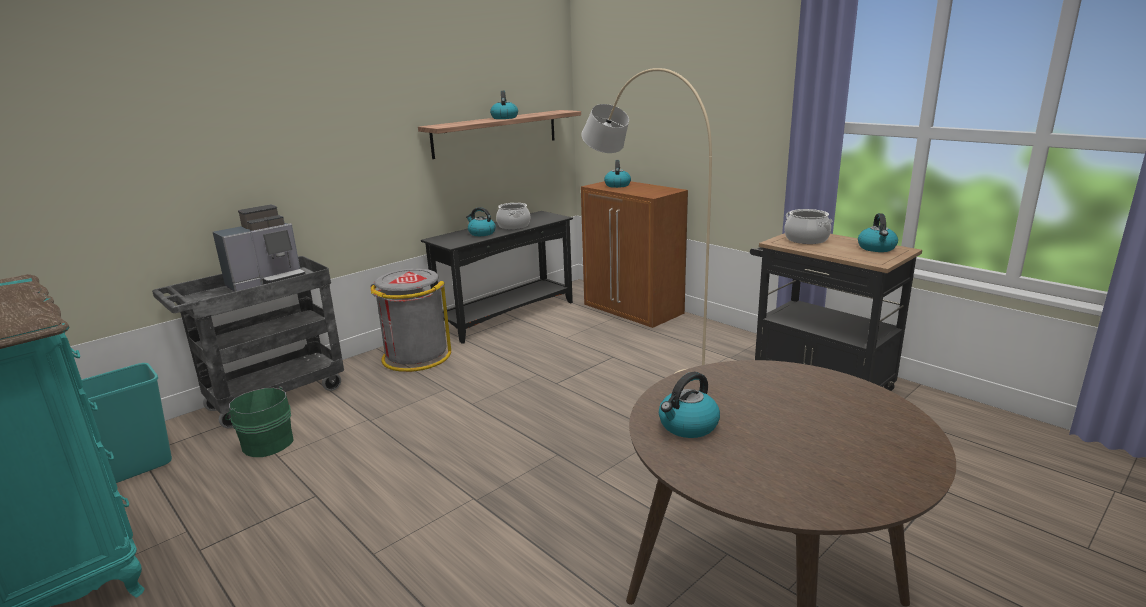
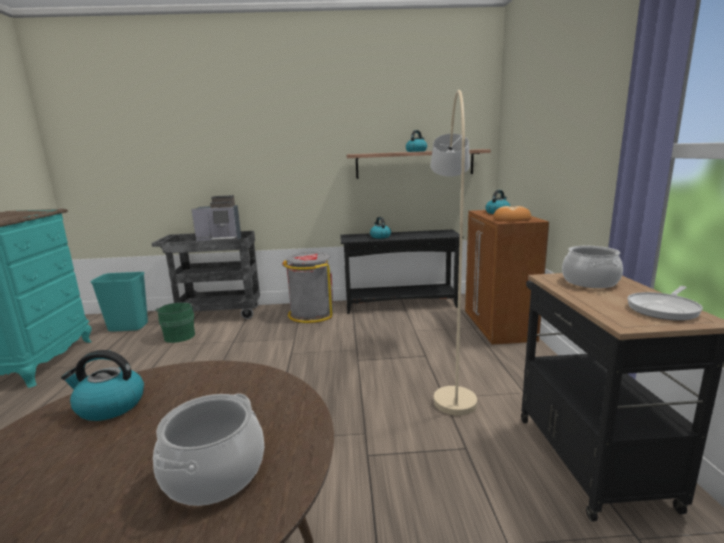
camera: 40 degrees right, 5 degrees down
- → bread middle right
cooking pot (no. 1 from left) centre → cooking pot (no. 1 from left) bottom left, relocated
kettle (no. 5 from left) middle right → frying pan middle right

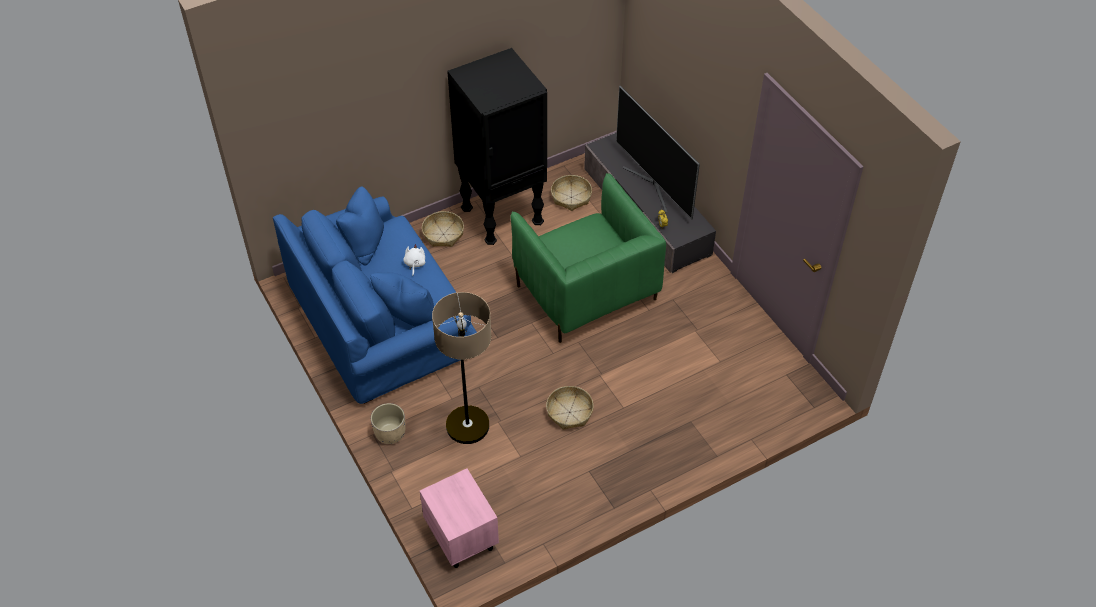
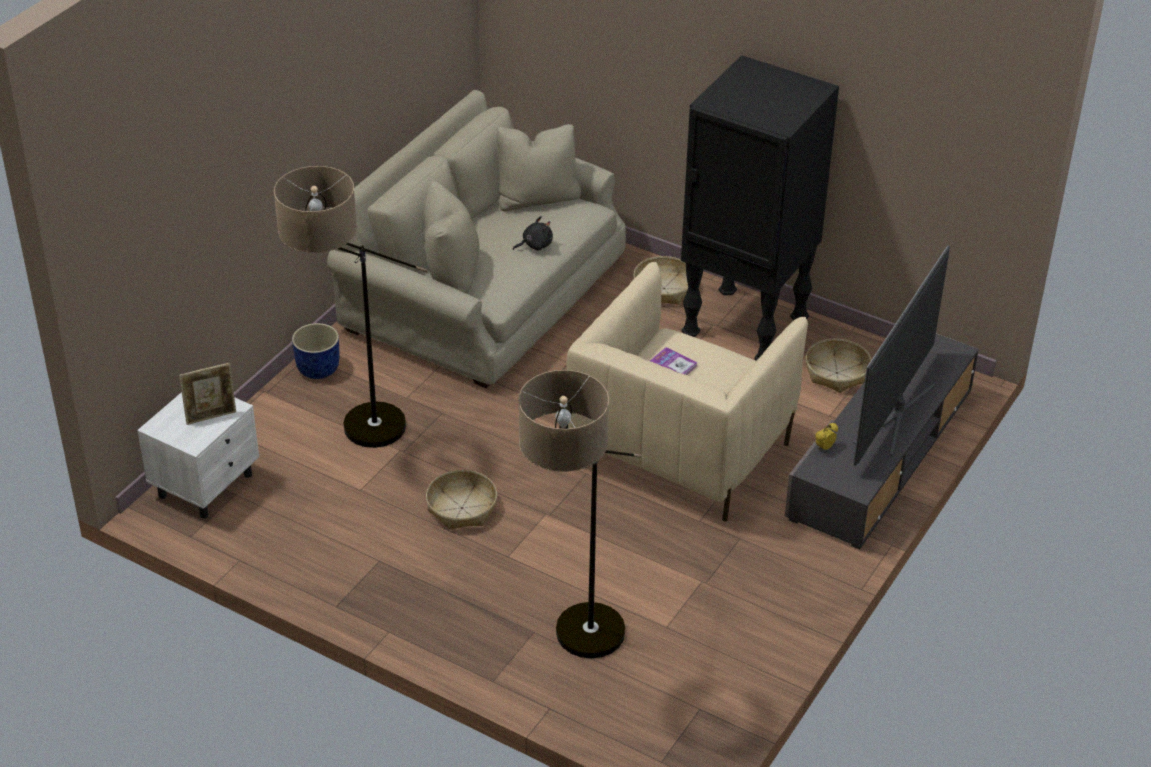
camera: 60 degrees right, 10 degrees down
- → picture frame middle left
- → floor lamp (no. 2 from left) bottom centre
- → book centre
blue sofa centre → beige sofa top centre
beige planter bottom centre → blue planter middle left
white plush toy centre → black plush toy top centre
pink nightstand bottom centre → white nightstand middle left
green armchair centre → beige armchair centre

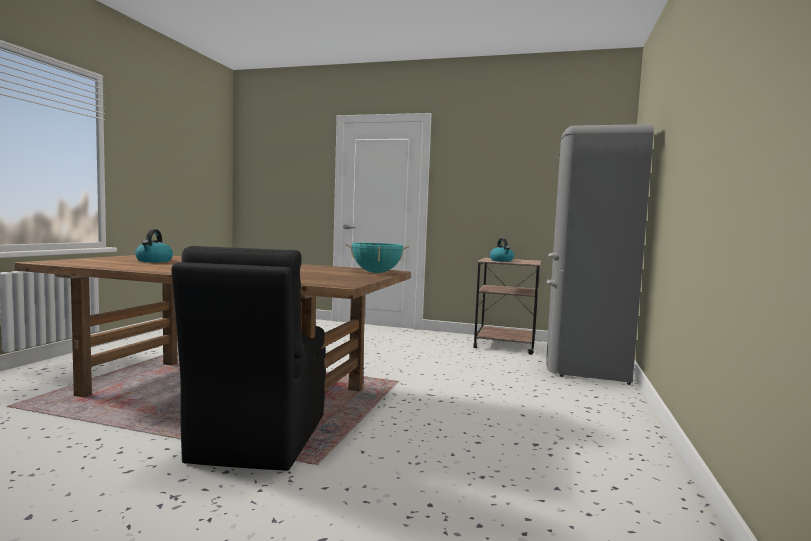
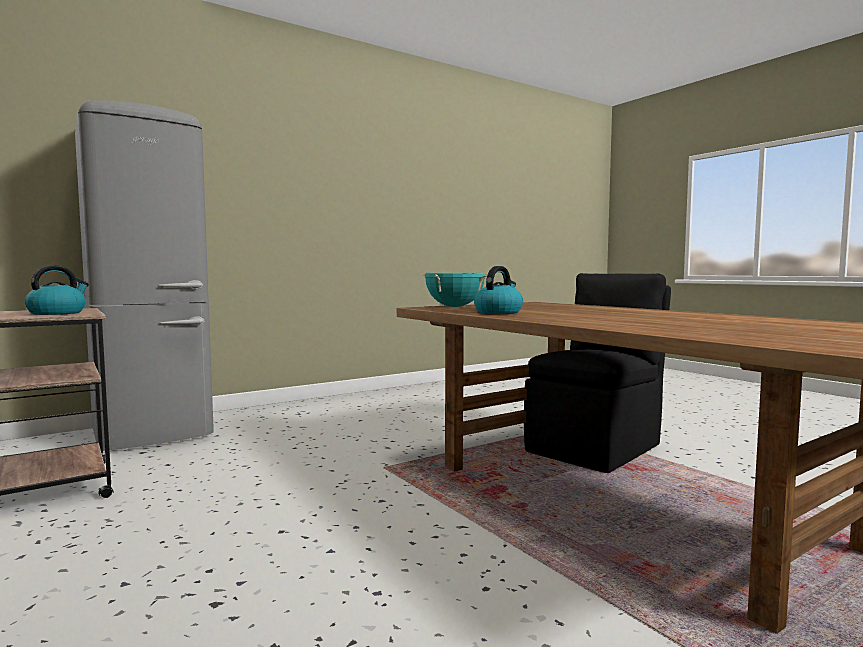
camera: 140 degrees left, 0 degrees up
kettle (no. 1 from left in the first image) middle left → kettle (no. 2 from left) centre, relocated

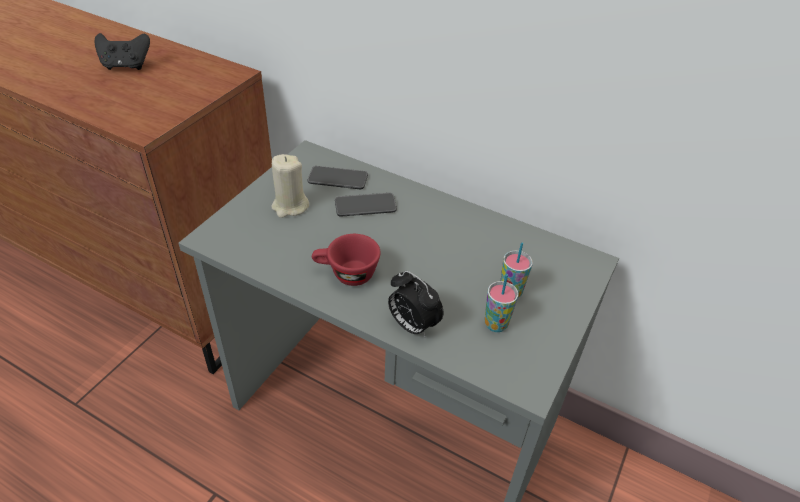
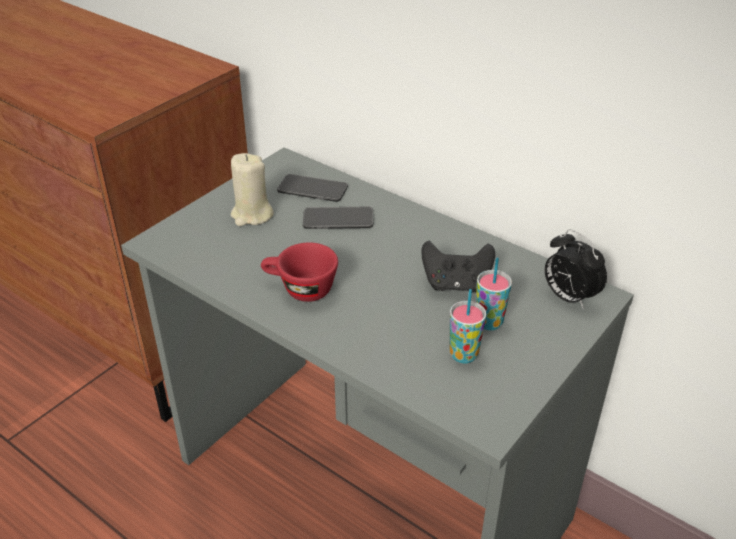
camera: 10 degrees right, 5 degrees down
black game controller top left → black game controller centre, relocated
alarm clock centre → alarm clock middle right, relocated

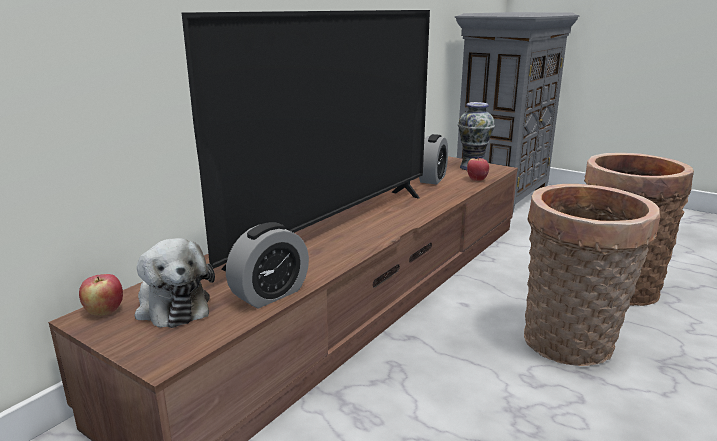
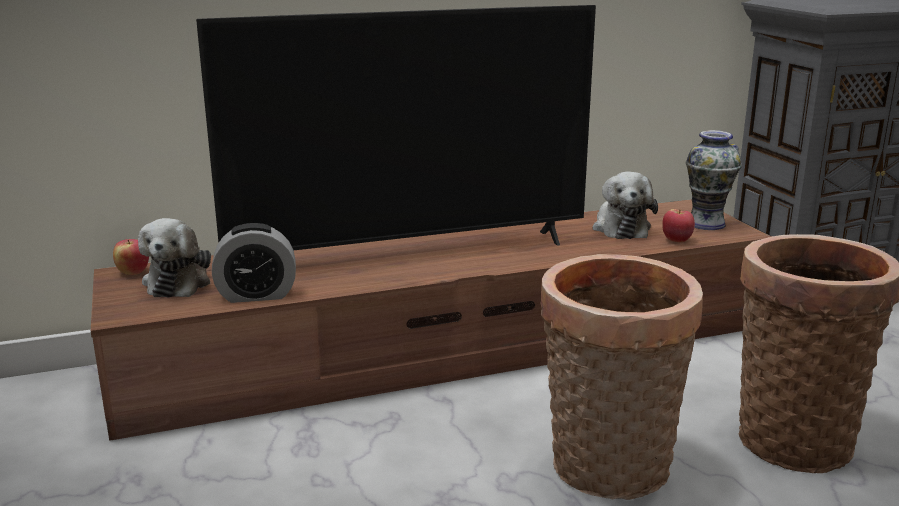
camera: 35 degrees right, 0 degrees up
alarm clock (no. 2 from left) centre → plush toy (no. 2 from left) middle right

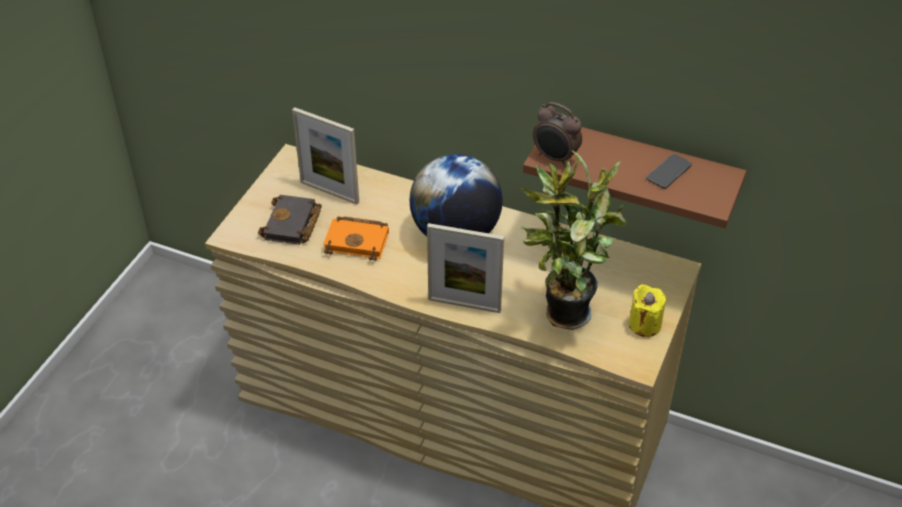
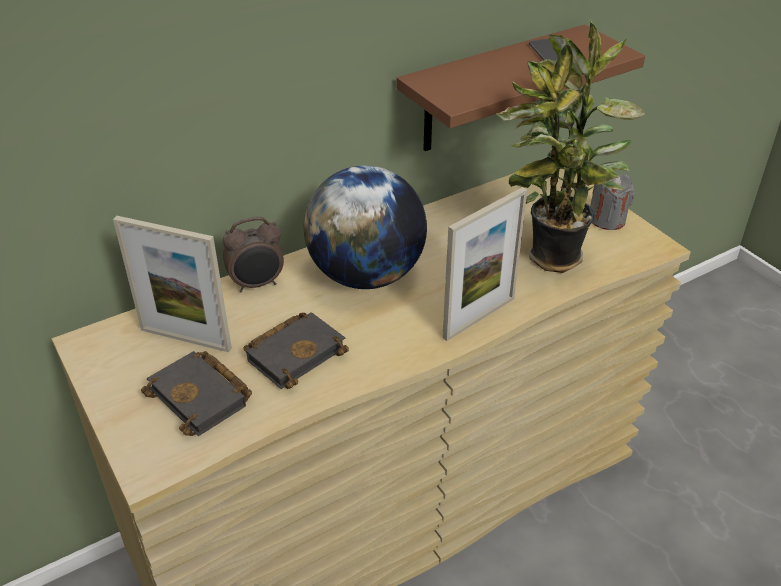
camera: 55 degrees left, 5 degrees down
alarm clock top centre → alarm clock middle left, relocated
orange book centre → black book (no. 2 from left) centre
yellow candle middle right → grey candle middle right
picture frame (no. 1 from left) top centre → picture frame (no. 1 from left) middle left, 45 degrees clockwise

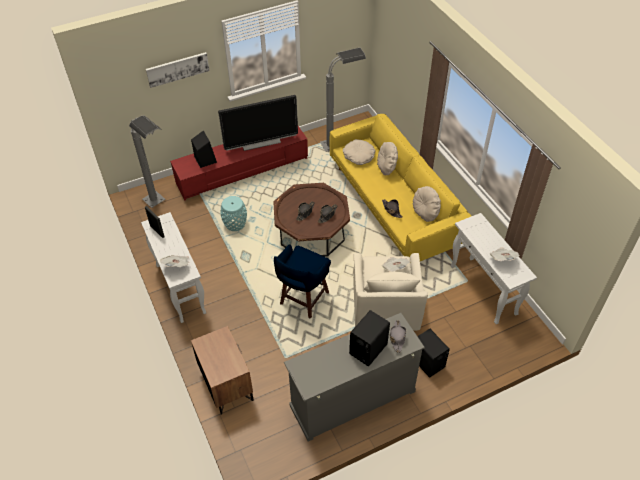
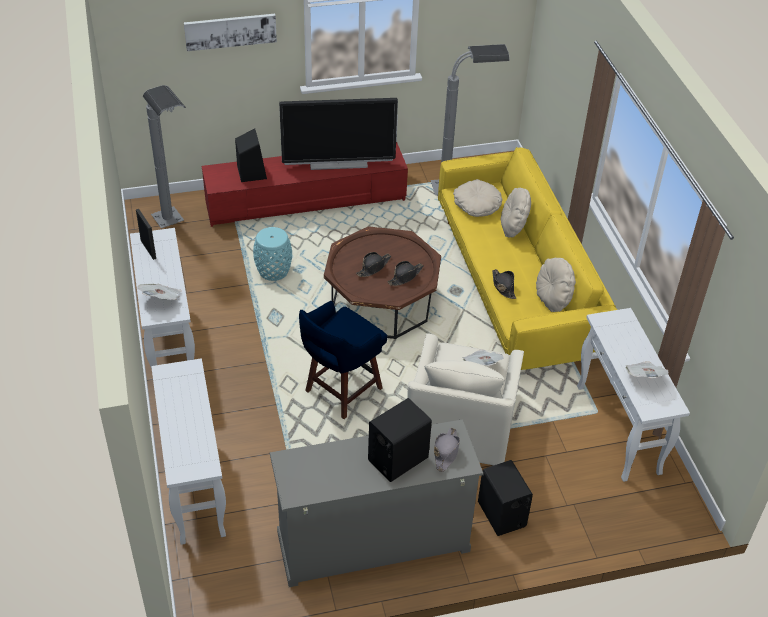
camera: 10 degrees right, 5 degrees down
brown nightstand bottom centre → white console table (no. 2 from left) bottom left

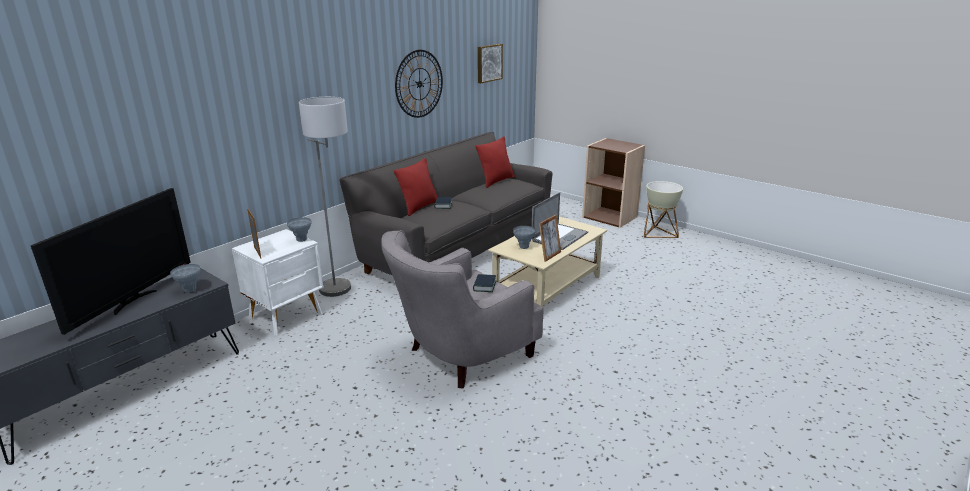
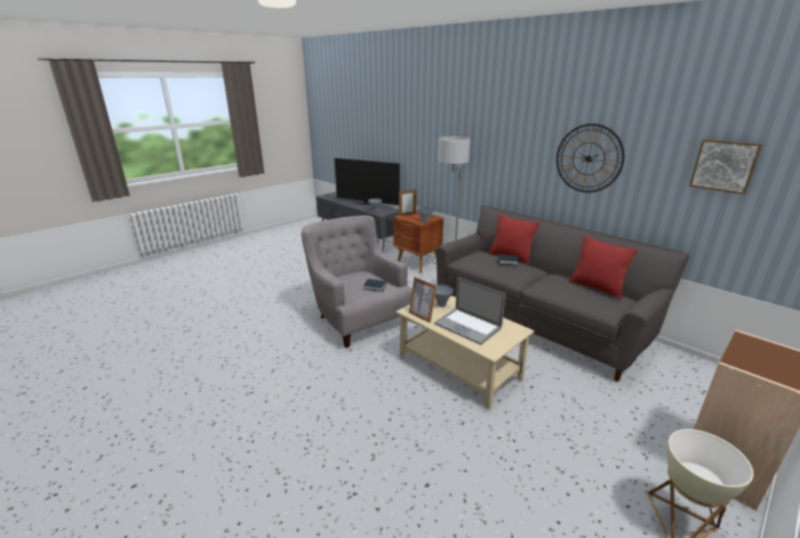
camera: 95 degrees right, 0 degrees up
white nightstand middle left → brown nightstand centre

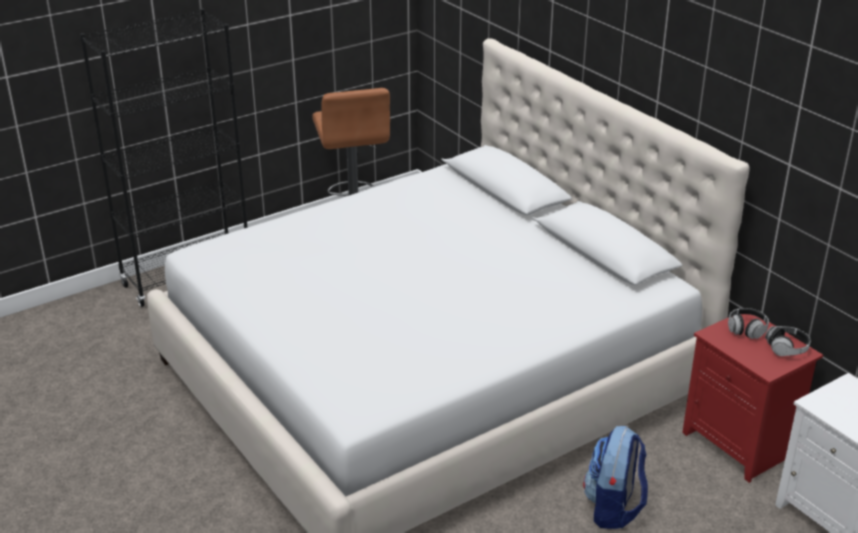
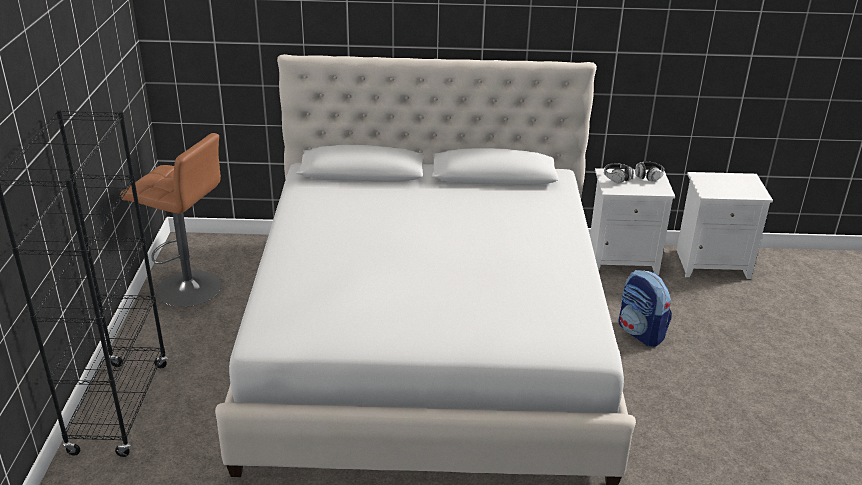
camera: 55 degrees left, 0 degrees up
red nightstand bottom right → white nightstand (no. 1 from left) middle right

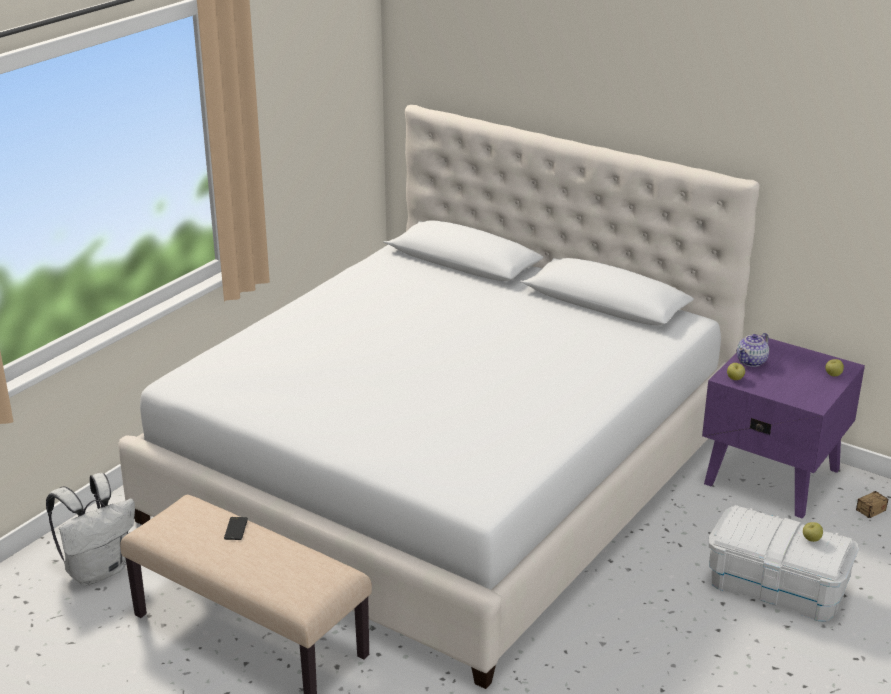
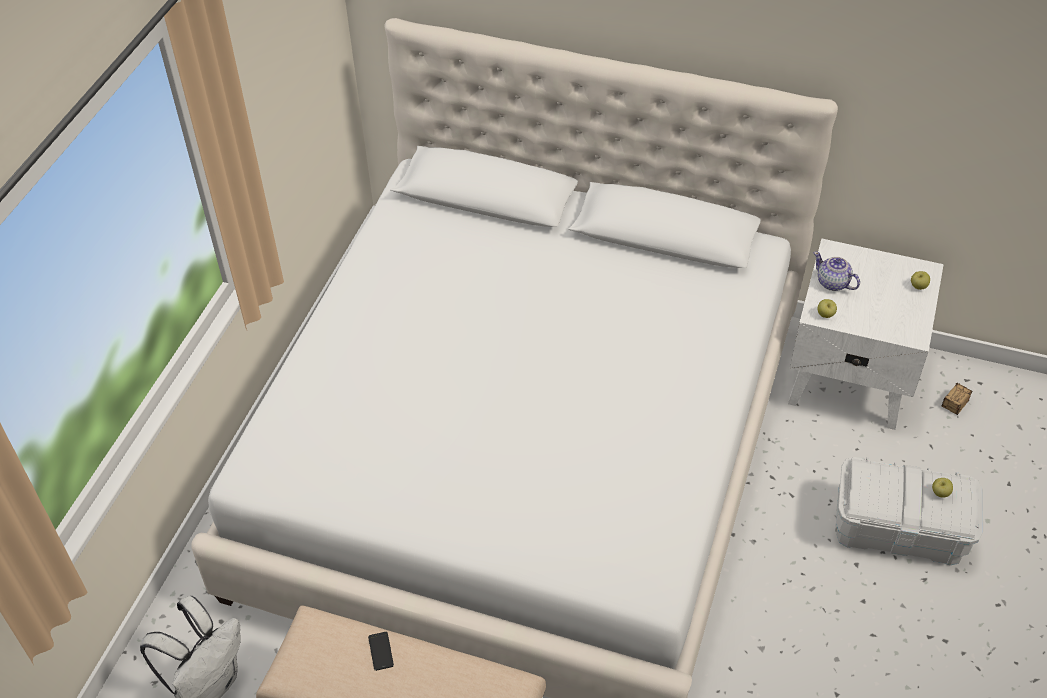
camera: 15 degrees left, 20 degrees up
purple nightstand middle right → white nightstand middle right
teapot middle right, 105 degrees clockwise

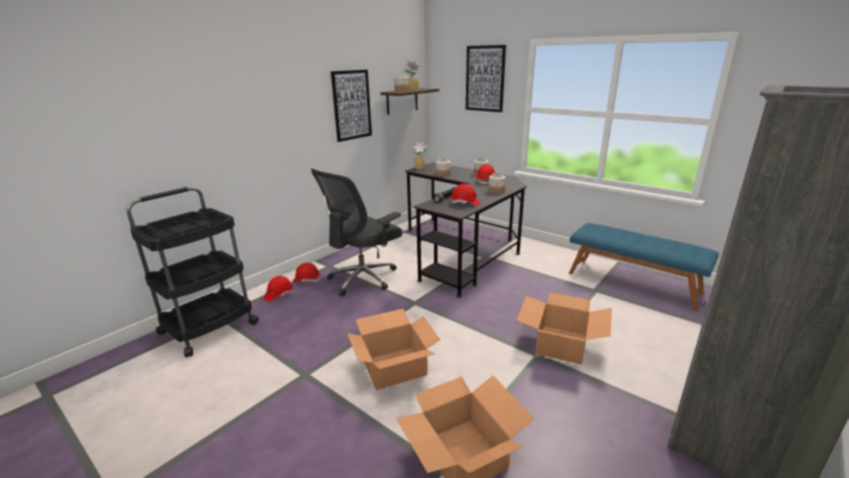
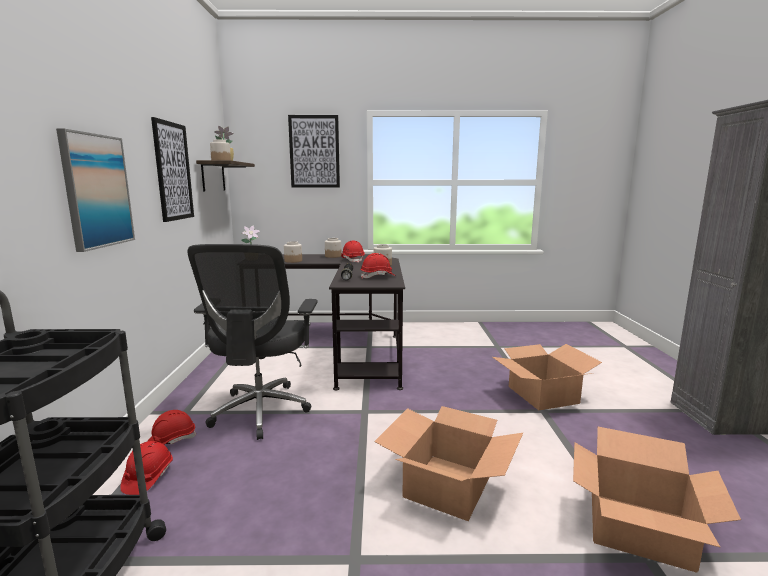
camera: 40 degrees left, 10 degrees down
blue bench middle right → -
- → picture (no. 1 from left) top left

